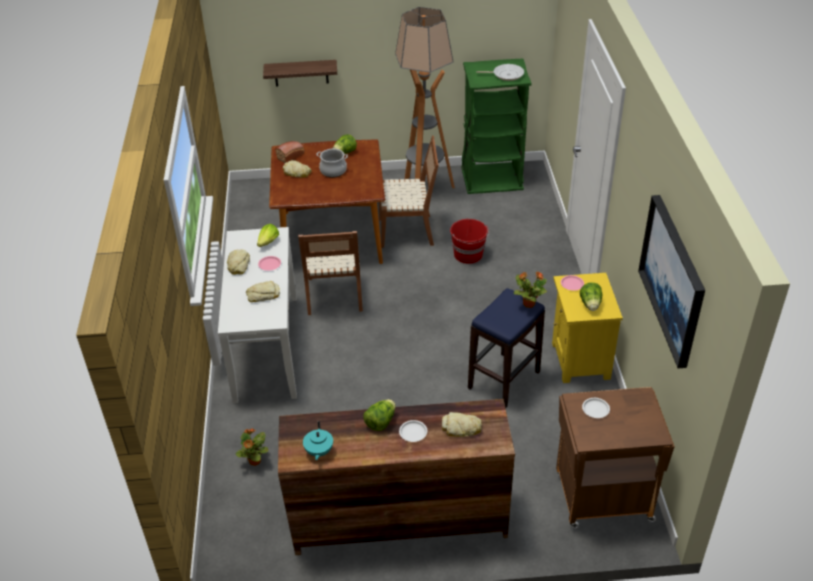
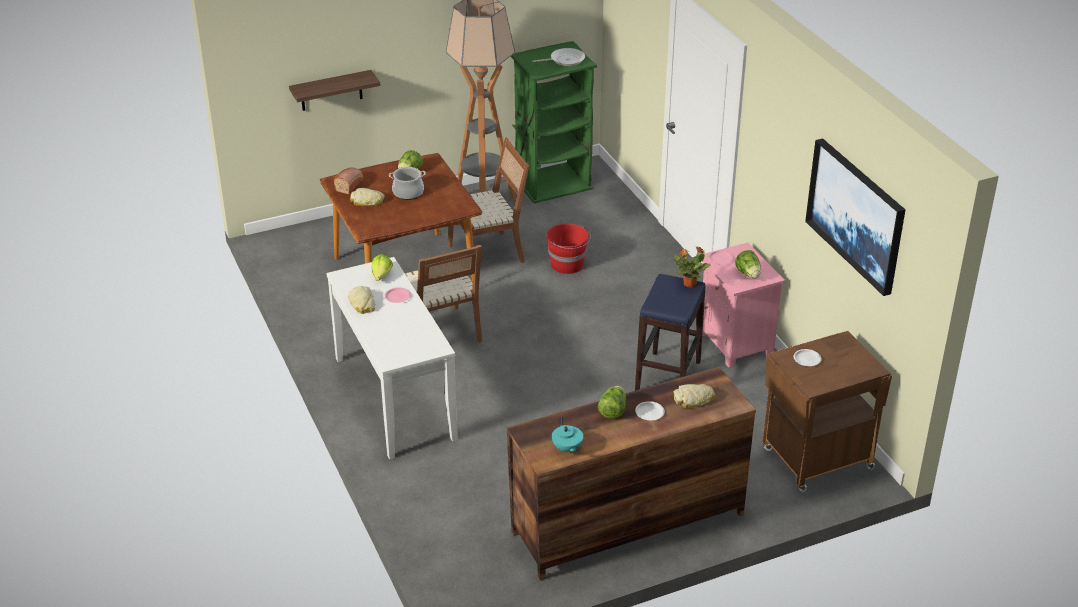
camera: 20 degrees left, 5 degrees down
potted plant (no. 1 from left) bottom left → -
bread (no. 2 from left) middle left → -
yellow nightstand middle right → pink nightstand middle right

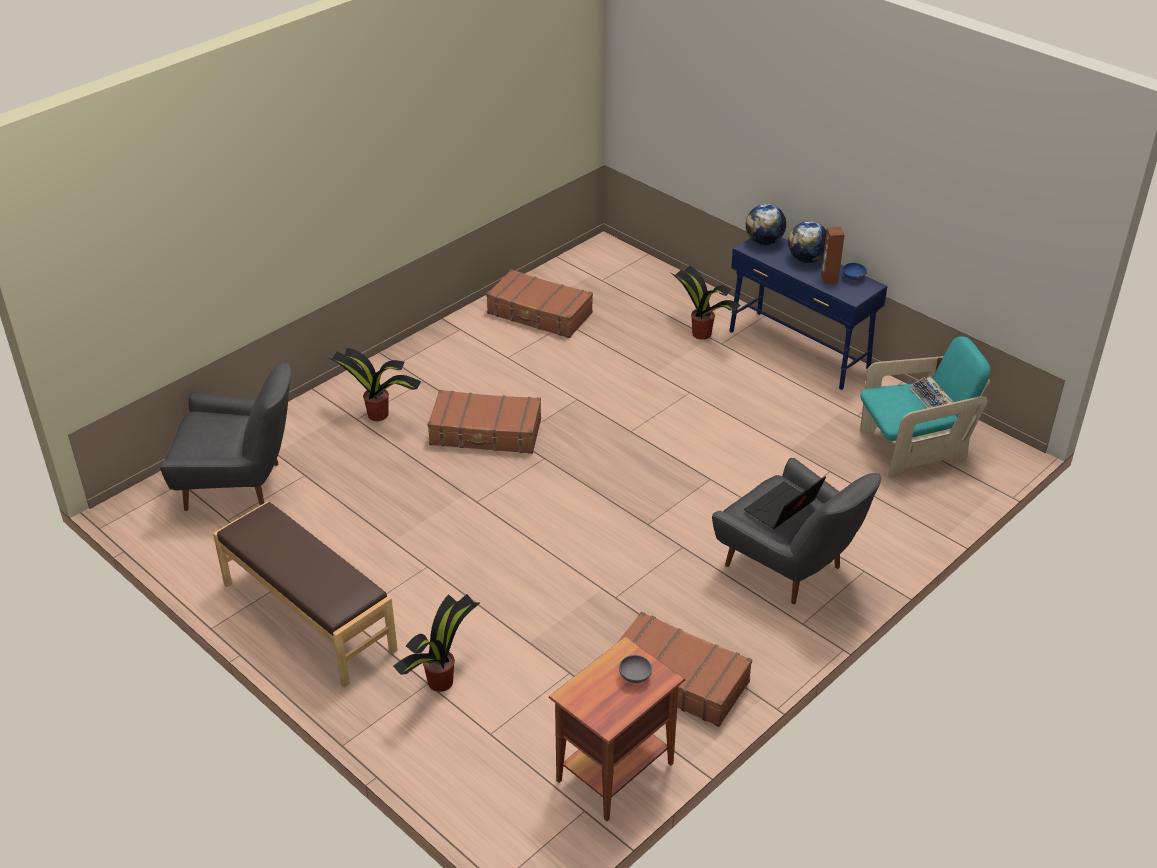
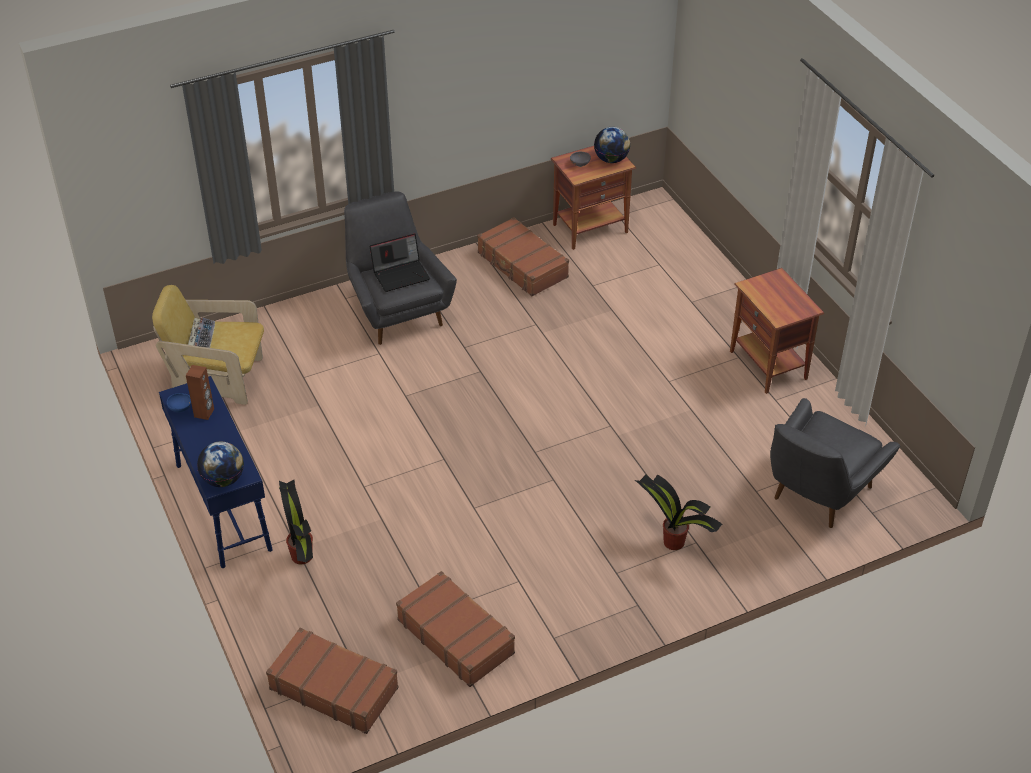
camera: 160 degrees left, 5 degrees up
potted plant (no. 2 from left) bottom centre → -
brown suitcase (no. 1 from left) centre → brown suitcase (no. 1 from left) bottom left, relocated
globe (no. 2 from left) top right → globe (no. 2 from left) top centre, relocated
brown bench bottom left → nightstand (no. 2 from left) middle right
turquoise armchair middle right → yellow armchair middle left
grey armchair (no. 1 from left in the first image) middle left → grey armchair (no. 2 from left) middle right, 75 degrees counterclockwise

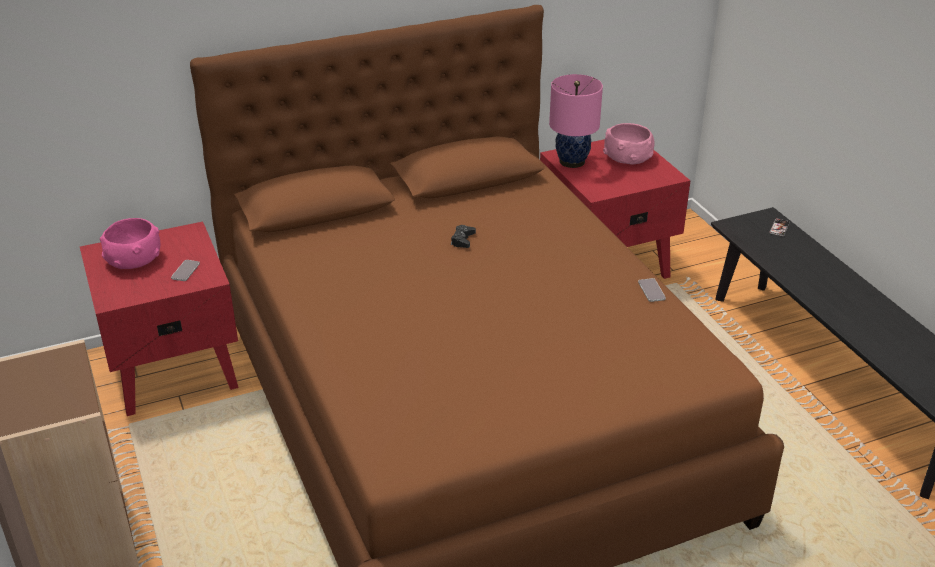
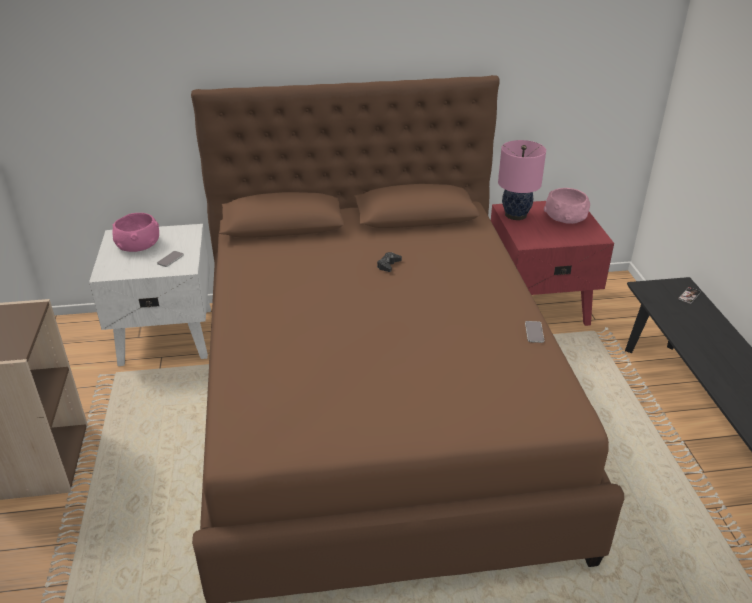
camera: 15 degrees right, 0 degrees up
red nightstand (no. 1 from left) middle left → white nightstand middle left

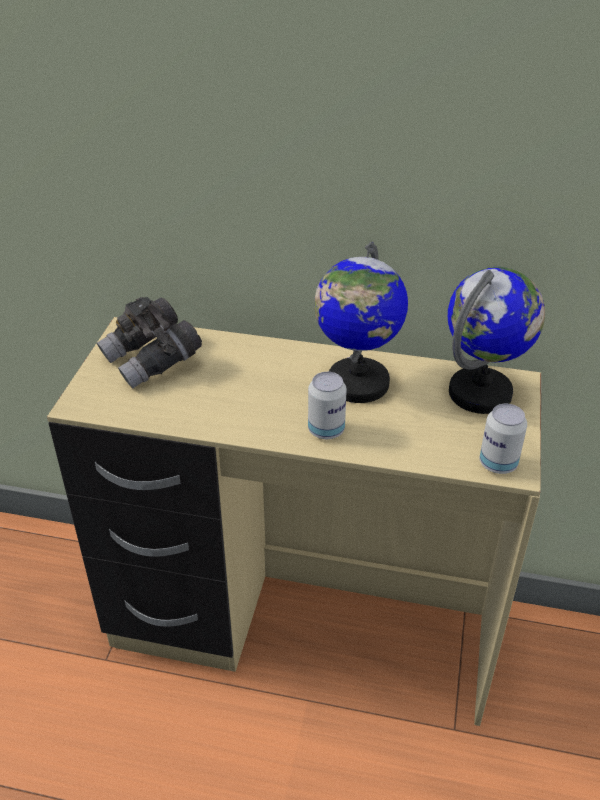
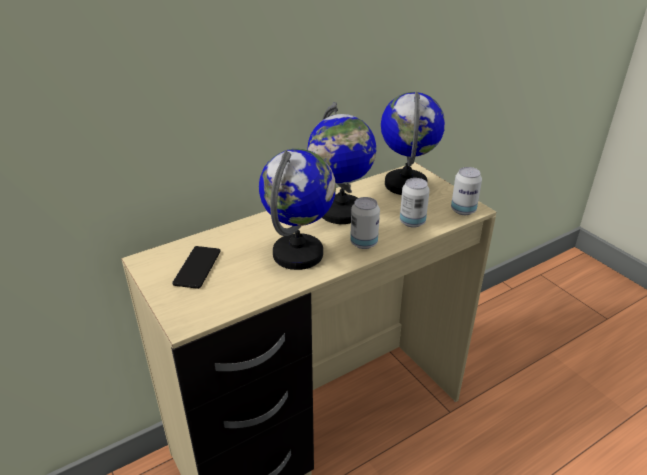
camera: 45 degrees left, 5 degrees down
- → globe (no. 1 from left) centre
- → can (no. 2 from left) centre
grey binoculars middle left → phone middle left

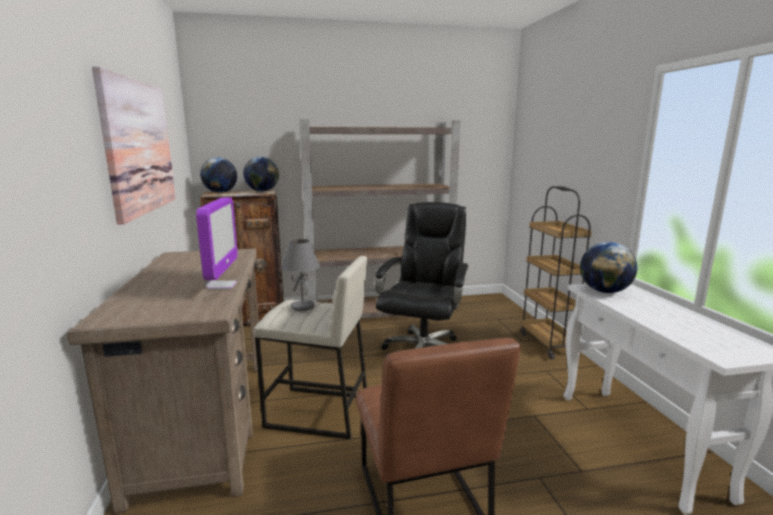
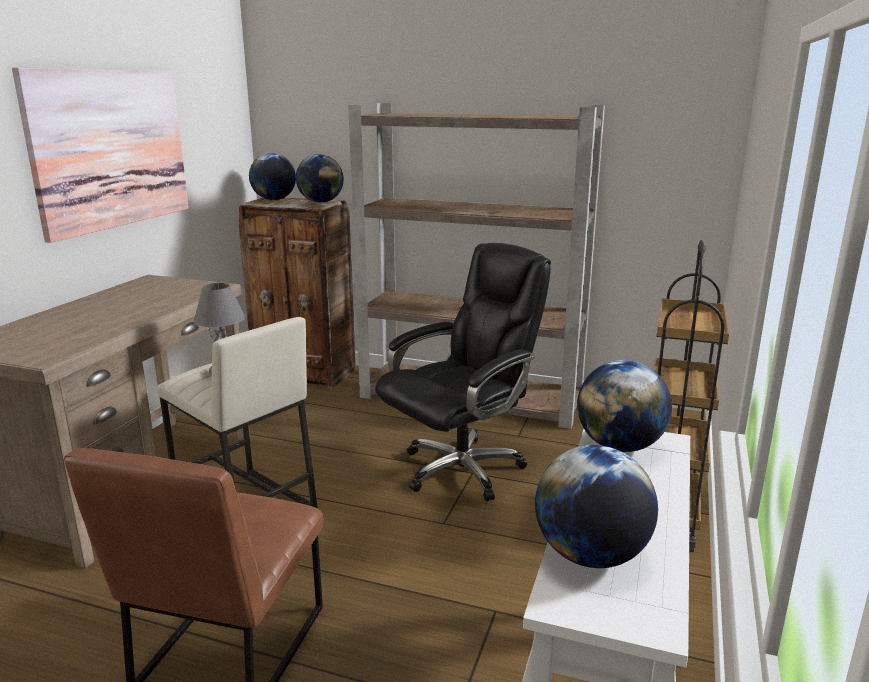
camera: 30 degrees right, 5 degrees up
monitor middle left → -
- → globe (no. 3 from left) bottom right

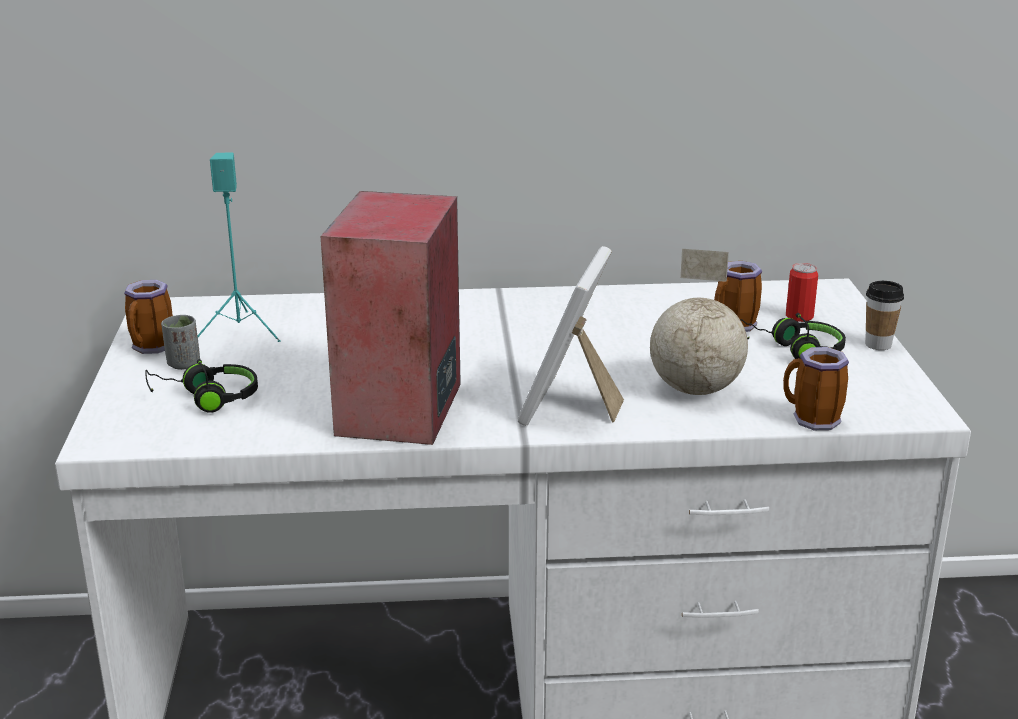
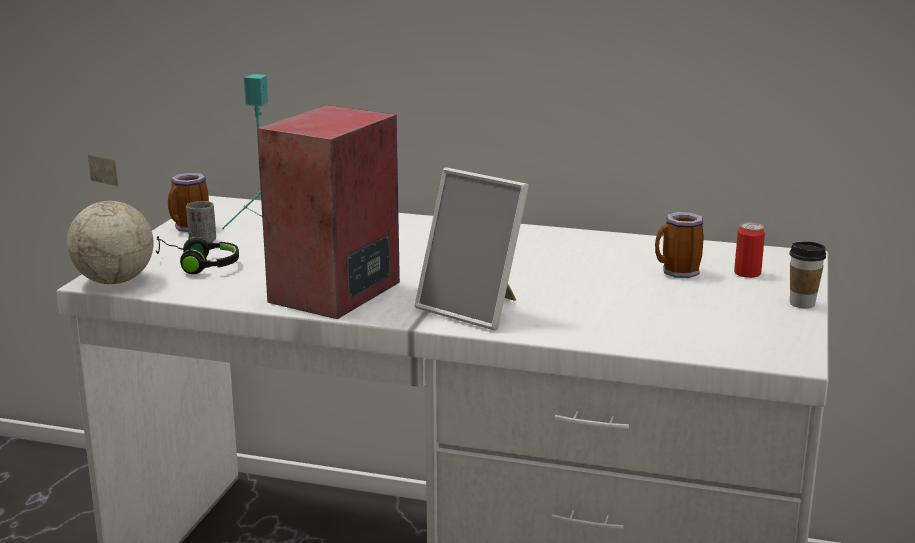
camera: 20 degrees right, 5 degrees down
black headphones (no. 2 from left) middle right → -
mug (no. 3 from left) middle right → -
globe middle right → globe middle left, relocated
picture frame centre, 90 degrees counterclockwise

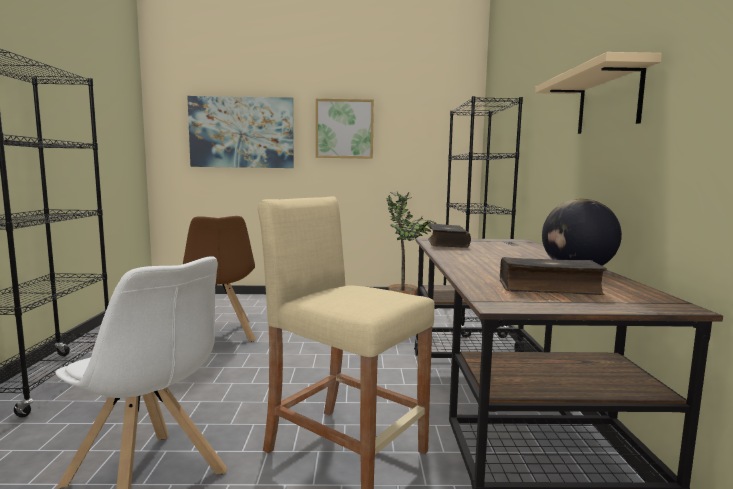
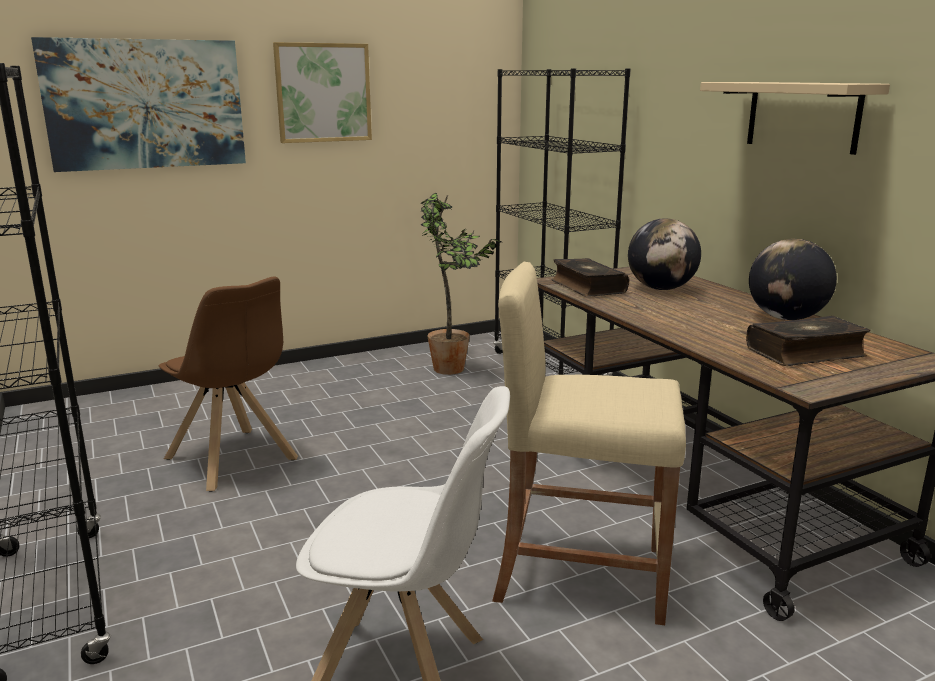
camera: 25 degrees left, 10 degrees up
- → globe (no. 1 from left) middle right

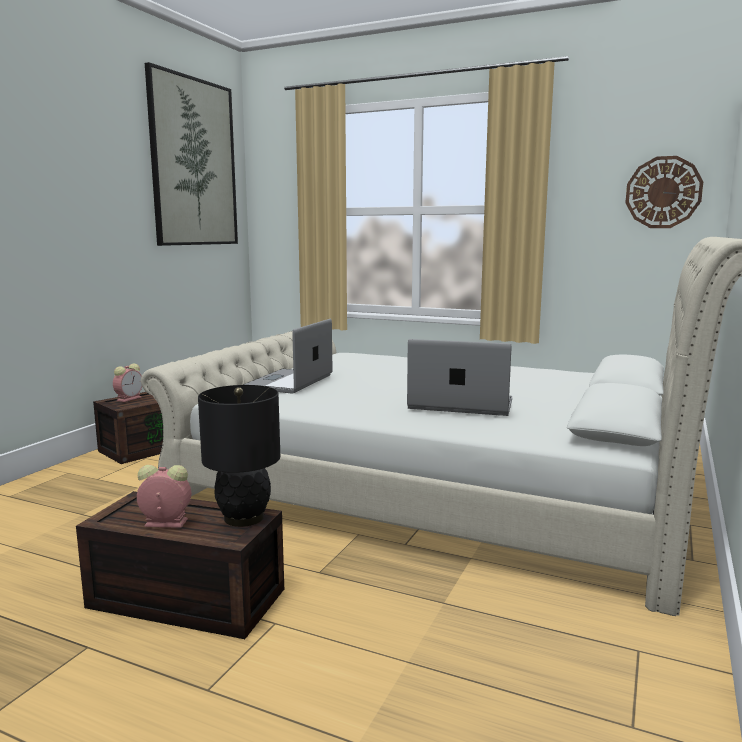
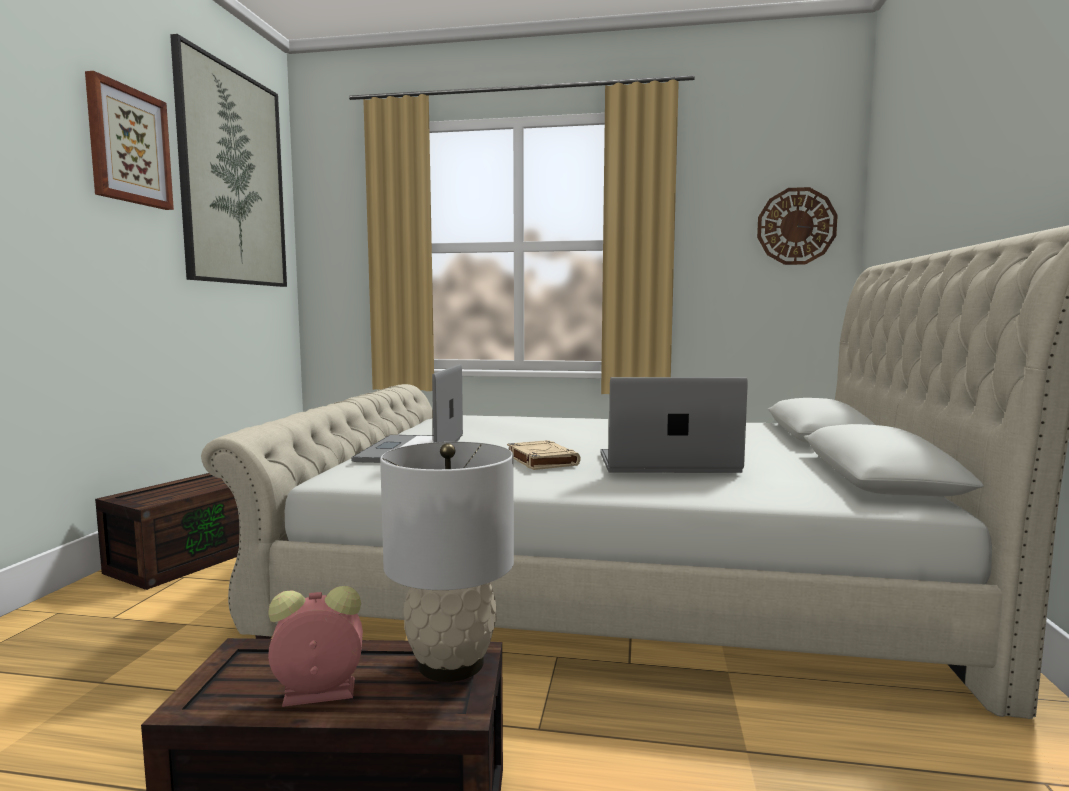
camera: 15 degrees left, 5 degrees down
alarm clock (no. 1 from left) middle left → -
- → picture (no. 1 from left) top left
- → beige book centre
black table lamp middle left → white table lamp bottom centre

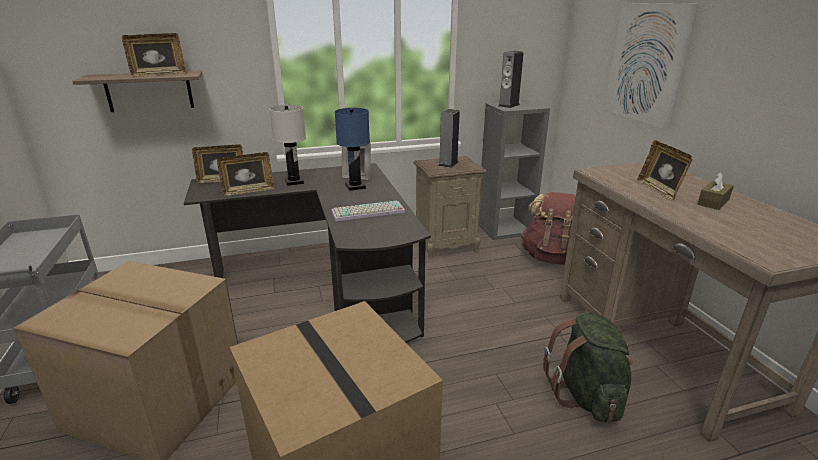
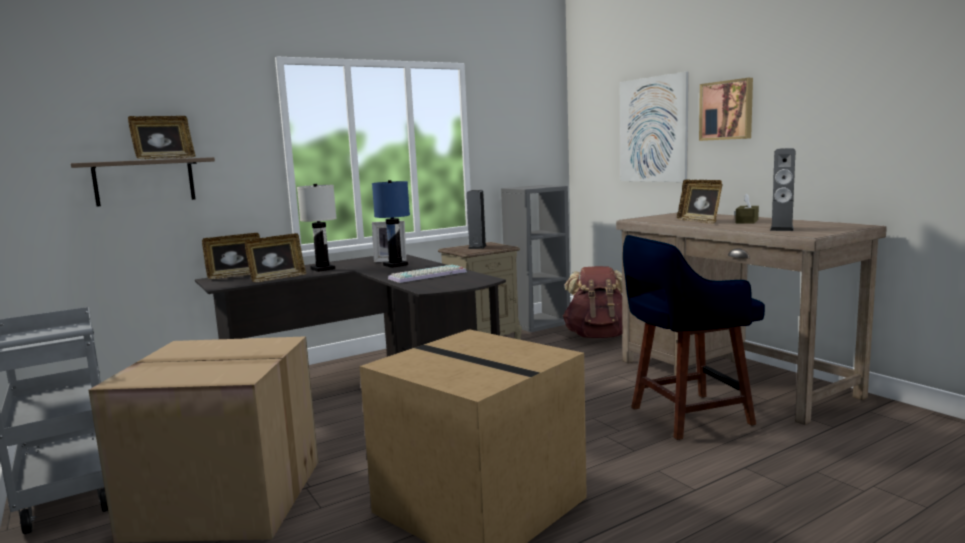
camera: 15 degrees left, 15 degrees down
- → picture (no. 2 from left) top right
speaker (no. 2 from left) top centre → speaker (no. 2 from left) middle right, relocated
green backpack bottom right → blue stool middle right

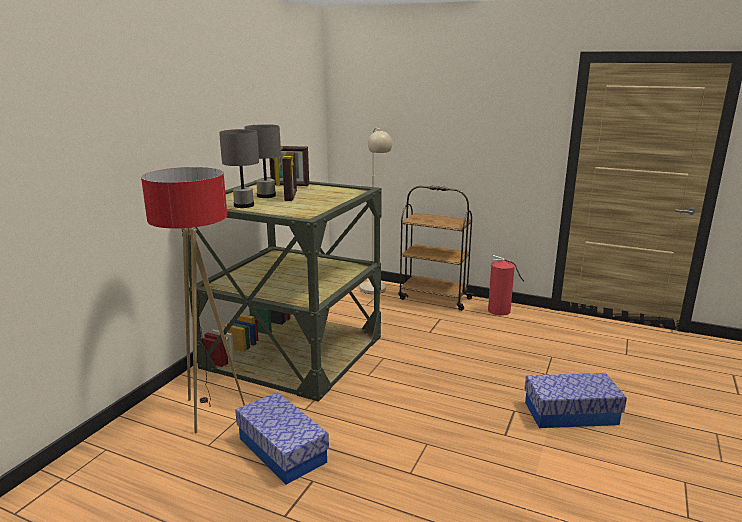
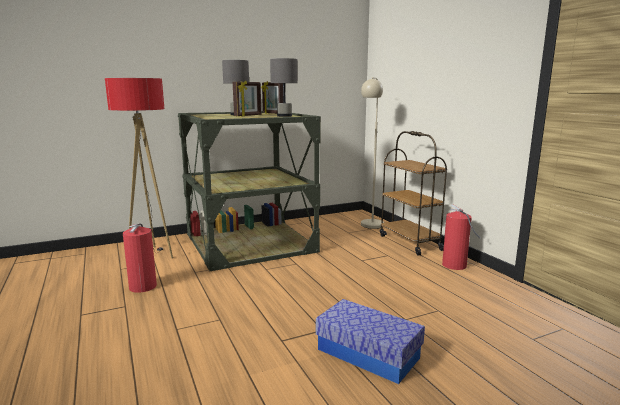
camera: 40 degrees right, 5 degrees down
grey table lamp (no. 1 from left in the first image) top left → grey table lamp (no. 2 from left) top centre, relocated
storage box (no. 1 from left) bottom centre → fire extinguisher (no. 1 from left) middle left

